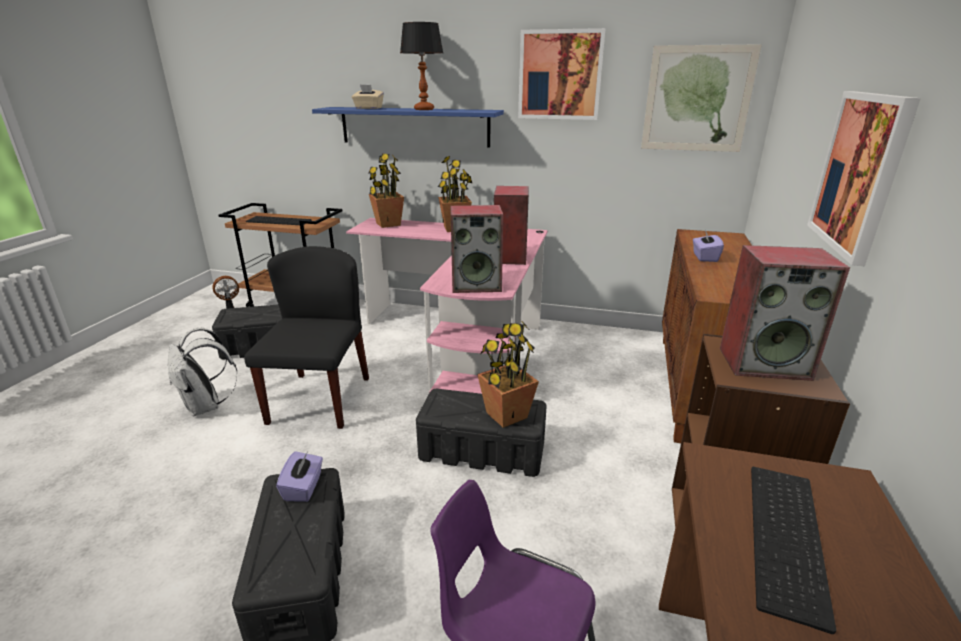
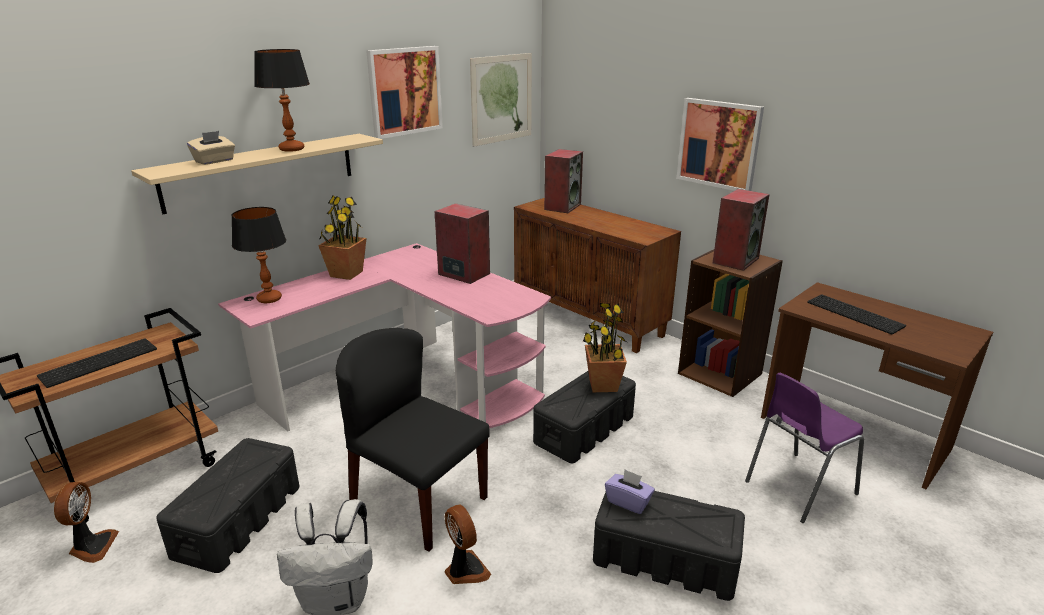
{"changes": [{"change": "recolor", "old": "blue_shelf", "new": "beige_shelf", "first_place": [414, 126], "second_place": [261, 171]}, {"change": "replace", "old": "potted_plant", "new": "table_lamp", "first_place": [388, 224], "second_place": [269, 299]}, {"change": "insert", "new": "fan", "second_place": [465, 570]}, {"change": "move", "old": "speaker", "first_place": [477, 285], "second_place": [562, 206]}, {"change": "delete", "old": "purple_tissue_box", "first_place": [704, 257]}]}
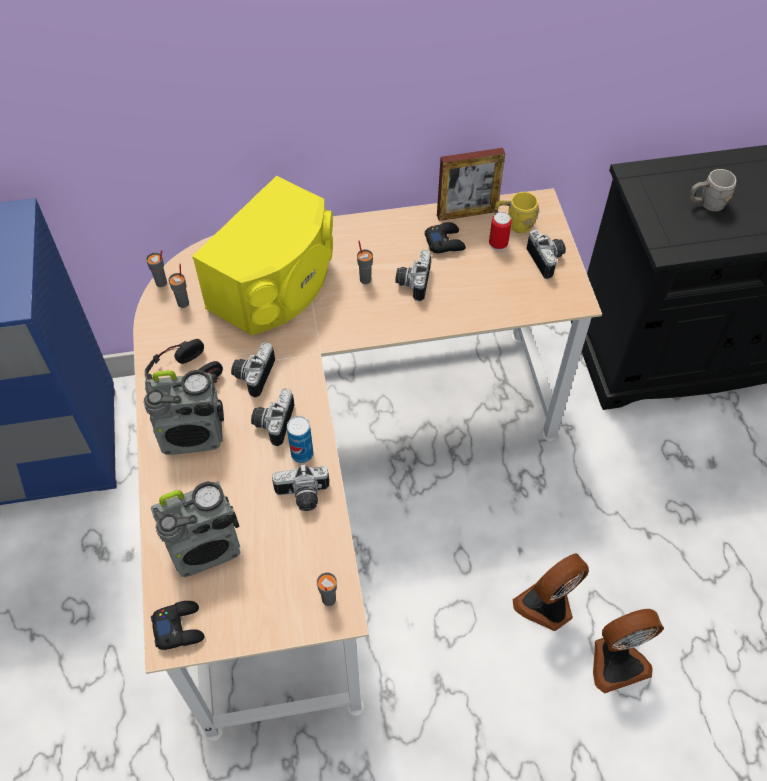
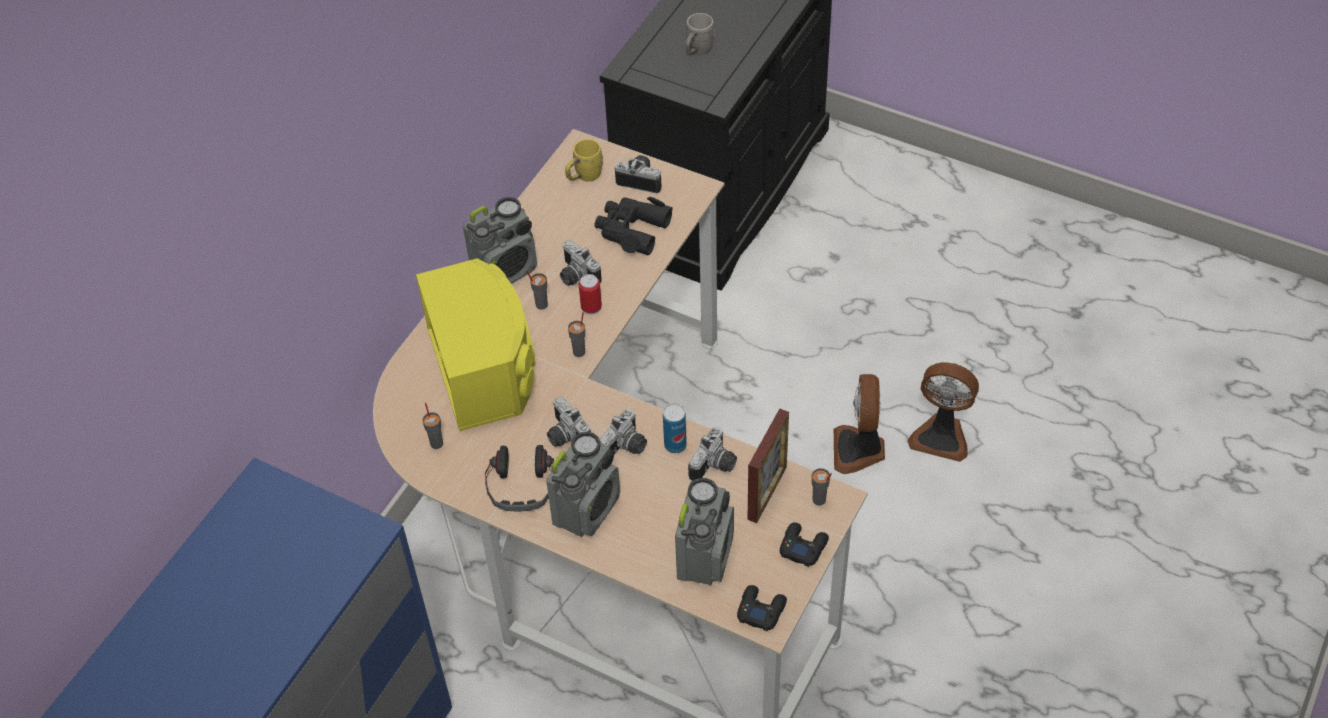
{"changes": [{"change": "insert", "new": "radio", "second_place": [506, 270]}, {"change": "move", "old": "grey_cup", "first_place": [161, 283], "second_place": [579, 352]}, {"change": "move", "old": "can", "first_place": [498, 244], "second_place": [591, 307]}, {"change": "insert", "new": "black_binoculars", "second_place": [631, 230]}, {"change": "rotate", "old": "photo_camera", "first_place": [272, 422], "second_place": [626, 448], "degrees": -105}, {"change": "move", "old": "picture_frame", "first_place": [467, 213], "second_place": [767, 493]}, {"change": "move", "old": "black_game_controller", "first_place": [445, 242], "second_place": [803, 546]}, {"change": "rotate", "old": "fan", "first_place": [616, 660], "second_place": [941, 436], "degrees": 90}]}
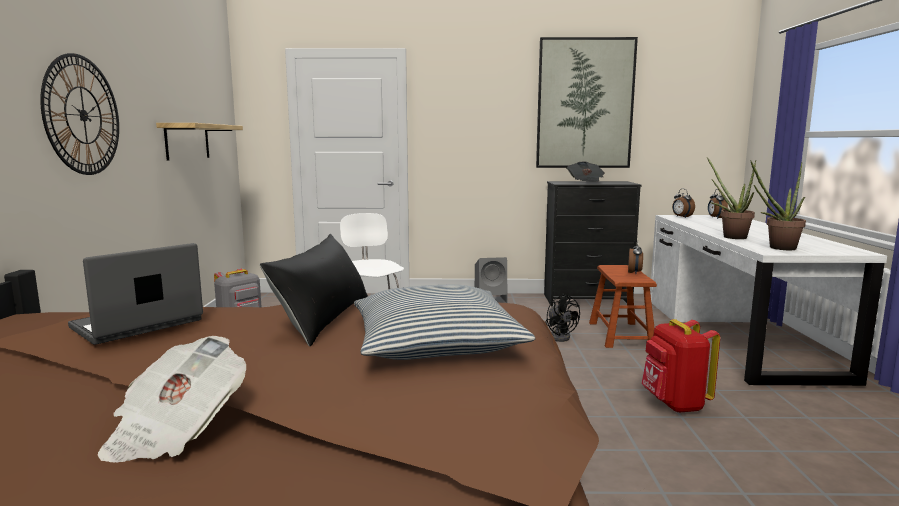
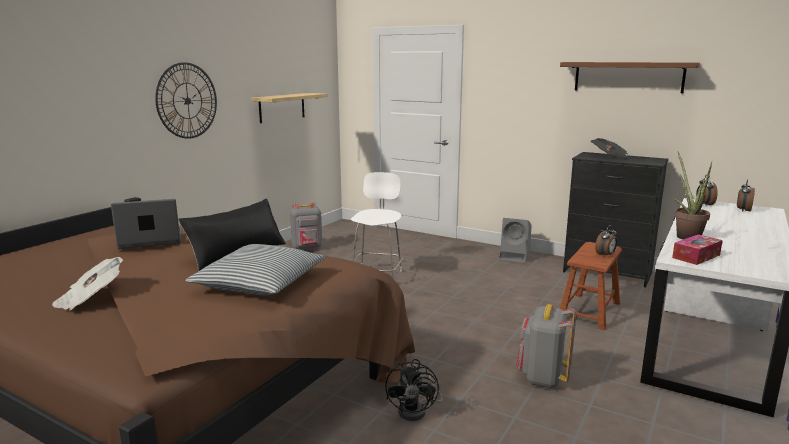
{"changes": [{"change": "move", "old": "black_fan", "first_place": [560, 336], "second_place": [417, 410]}, {"change": "recolor", "old": "red_backpack", "new": "grey_backpack", "first_place": [674, 404], "second_place": [543, 378]}, {"change": "replace", "old": "picture", "new": "brown_shelf", "first_place": [585, 104], "second_place": [628, 77]}, {"change": "replace", "old": "potted_plant", "new": "tissue_box", "first_place": [777, 248], "second_place": [696, 256]}]}
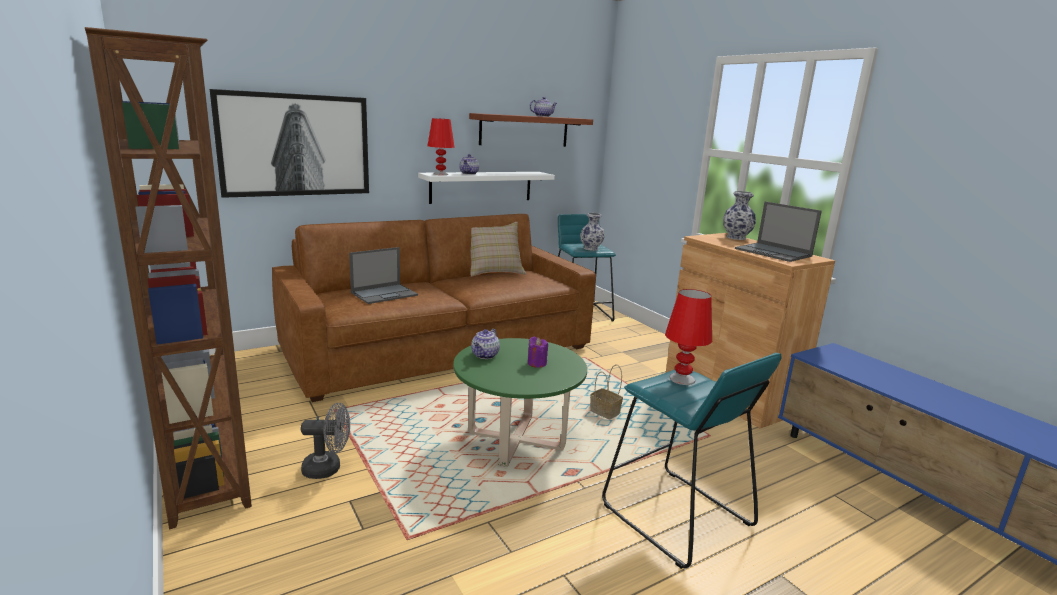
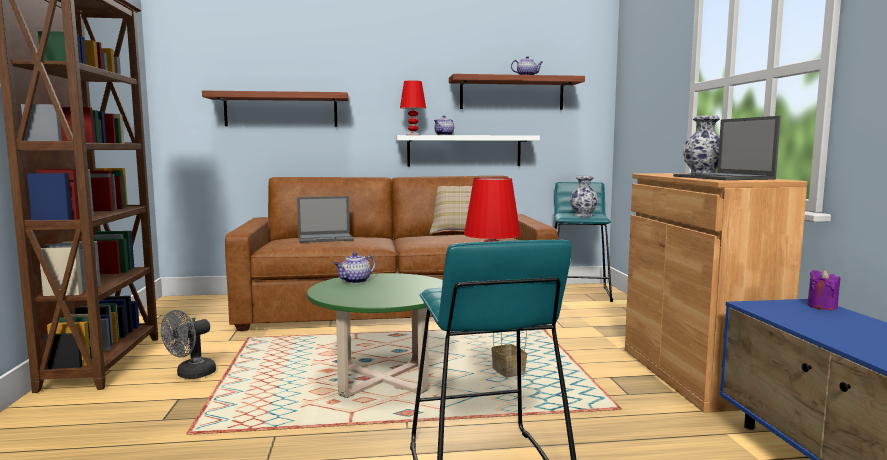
{"changes": [{"change": "rotate", "old": "grey_fan", "first_place": [328, 468], "second_place": [191, 375], "degrees": 105}, {"change": "replace", "old": "picture", "new": "shelf", "first_place": [295, 145], "second_place": [281, 110]}, {"change": "move", "old": "purple_candle", "first_place": [537, 363], "second_place": [822, 306]}]}
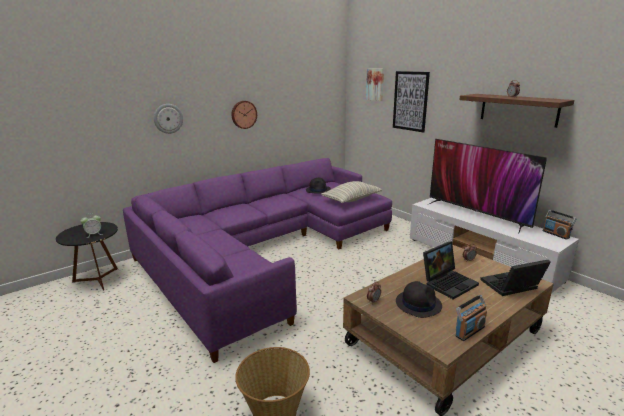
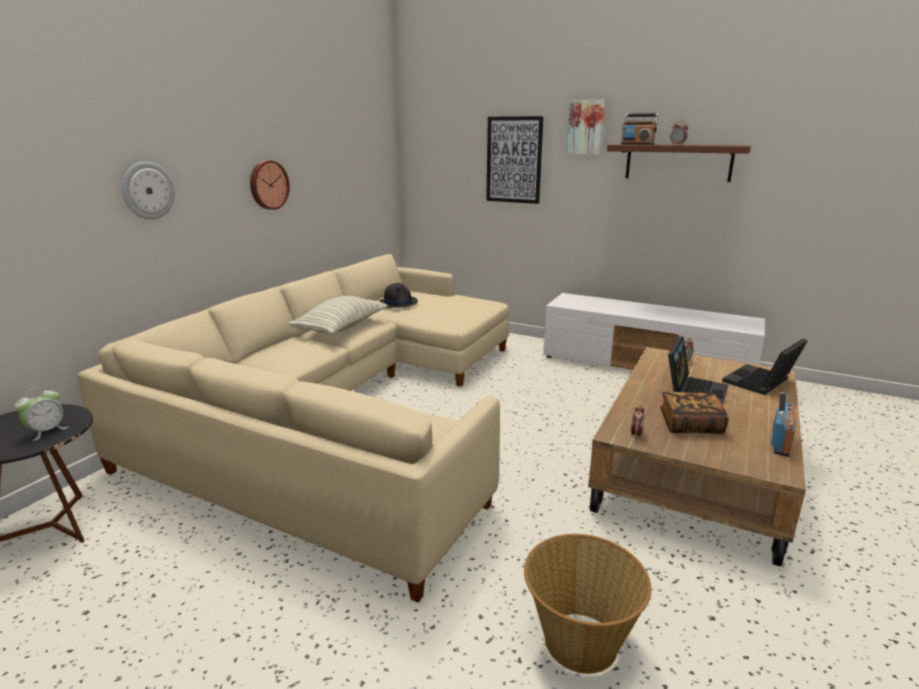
{"changes": [{"change": "recolor", "old": "purple_sofa", "new": "beige_sofa", "first_place": [264, 251], "second_place": [348, 410]}, {"change": "move", "old": "pillow", "first_place": [351, 200], "second_place": [341, 328]}, {"change": "move", "old": "picture", "first_place": [375, 84], "second_place": [586, 127]}, {"change": "move", "old": "radio", "first_place": [556, 234], "second_place": [637, 144]}, {"change": "replace", "old": "black_hat", "new": "book", "first_place": [418, 303], "second_place": [690, 425]}, {"change": "delete", "old": "television", "first_place": [476, 214]}]}
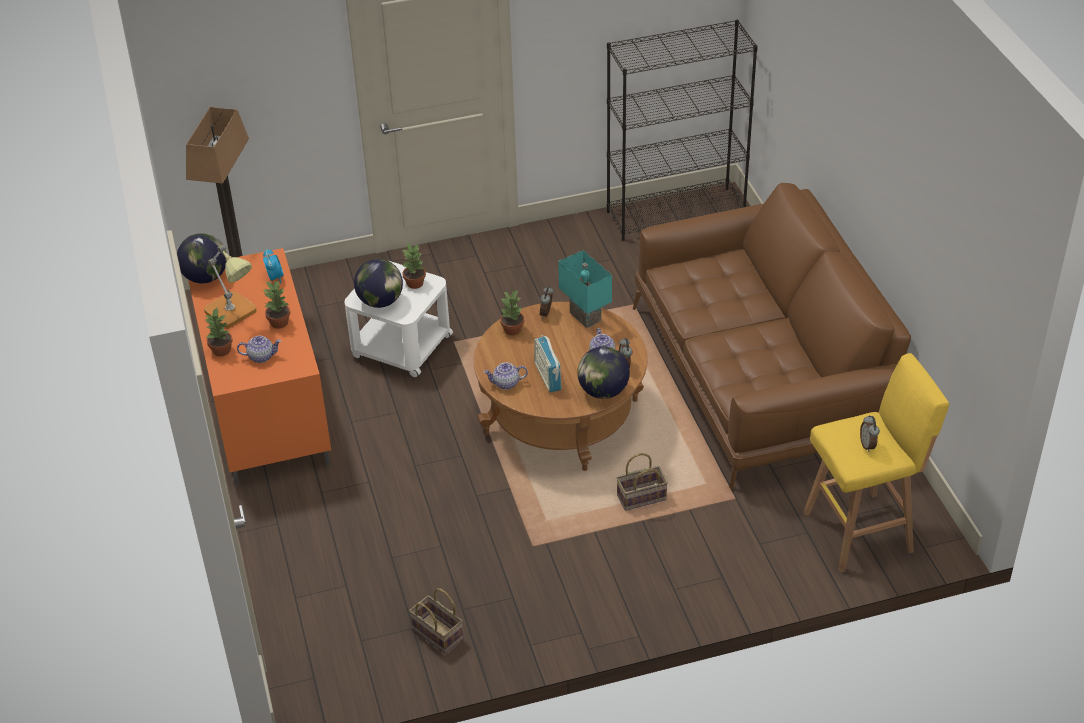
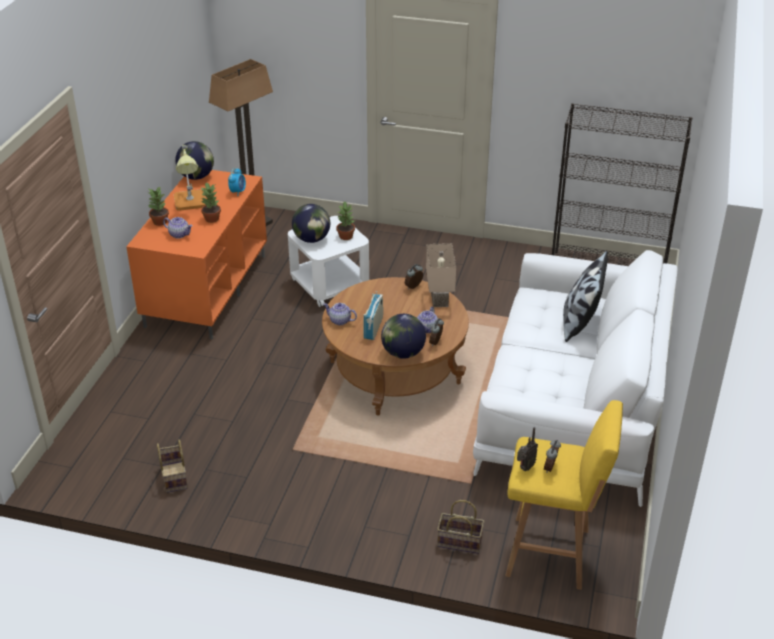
{"changes": [{"change": "recolor", "old": "turquoise_table_lamp", "new": "beige_table_lamp", "first_place": [583, 317], "second_place": [438, 299]}, {"change": "move", "old": "basket", "first_place": [640, 499], "second_place": [458, 542]}, {"change": "recolor", "old": "brown_sofa", "new": "white_sofa", "first_place": [762, 377], "second_place": [572, 407]}, {"change": "insert", "new": "radio", "second_place": [525, 468]}, {"change": "insert", "new": "pillow", "second_place": [580, 322]}, {"change": "delete", "old": "potted_plant", "first_place": [513, 330]}]}
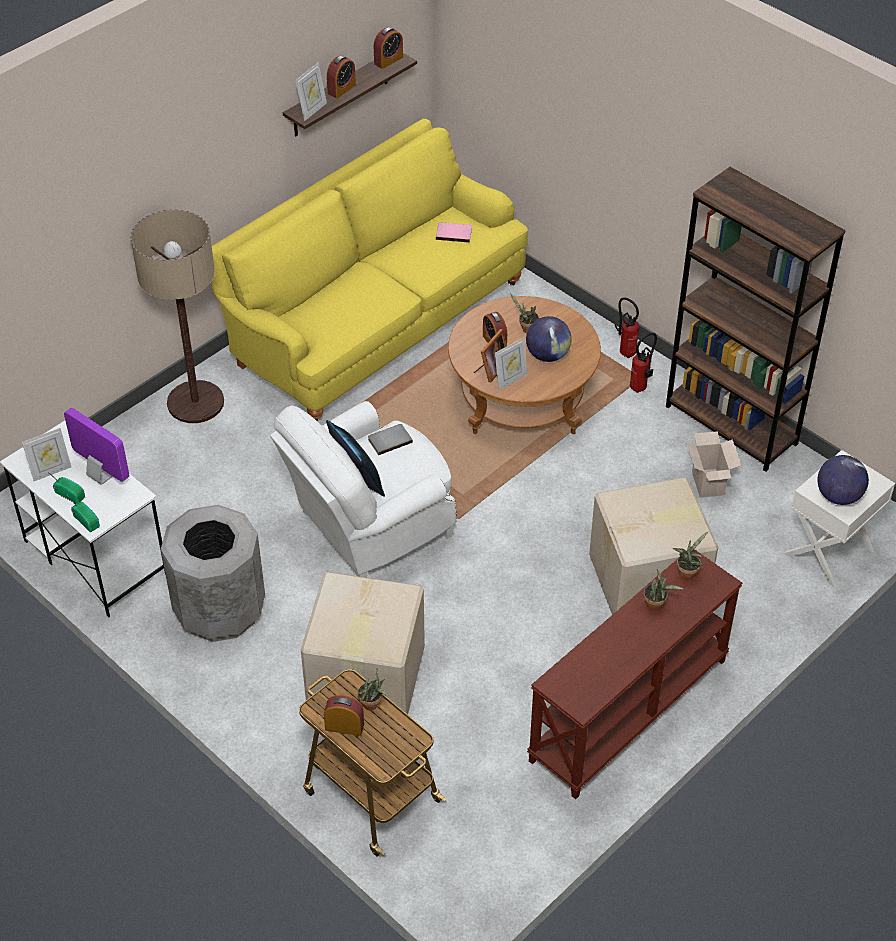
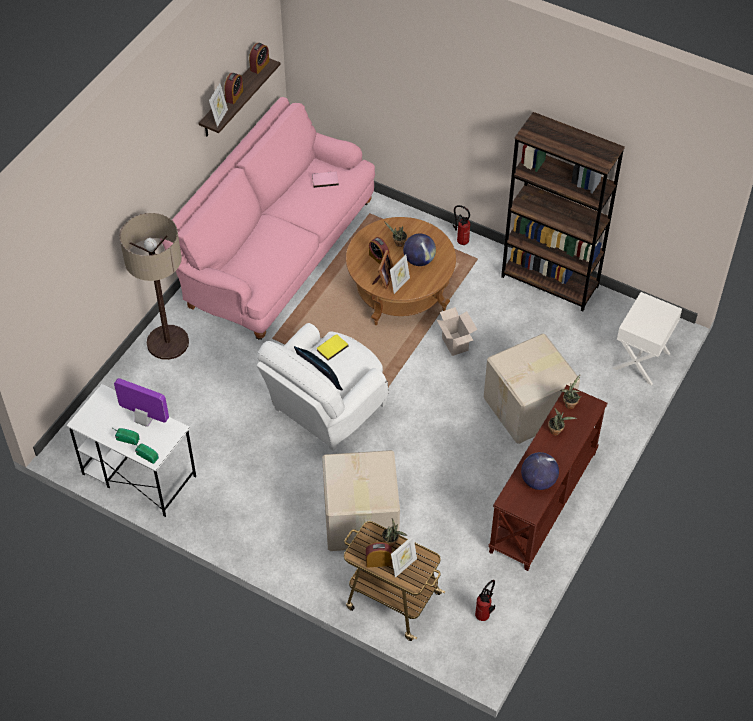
{"changes": [{"change": "recolor", "old": "yellow_sofa", "new": "pink_sofa", "first_place": [374, 322], "second_place": [276, 253]}, {"change": "recolor", "old": "grey_book", "new": "yellow_book", "first_place": [389, 440], "second_place": [331, 347]}, {"change": "move", "old": "picture_frame", "first_place": [51, 471], "second_place": [403, 566]}, {"change": "move", "old": "cardboard_box", "first_place": [709, 484], "second_place": [456, 344]}, {"change": "move", "old": "fire_extinguisher", "first_place": [641, 388], "second_place": [484, 615]}, {"change": "move", "old": "globe", "first_place": [838, 496], "second_place": [538, 481]}, {"change": "delete", "old": "grey_trash_can", "first_place": [219, 610]}]}
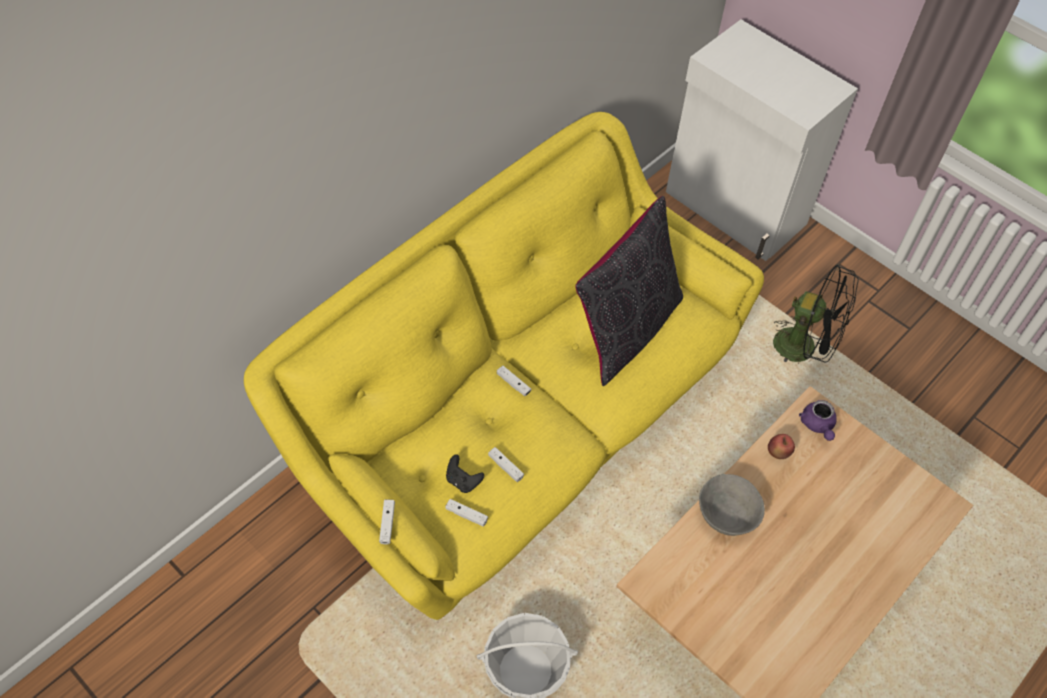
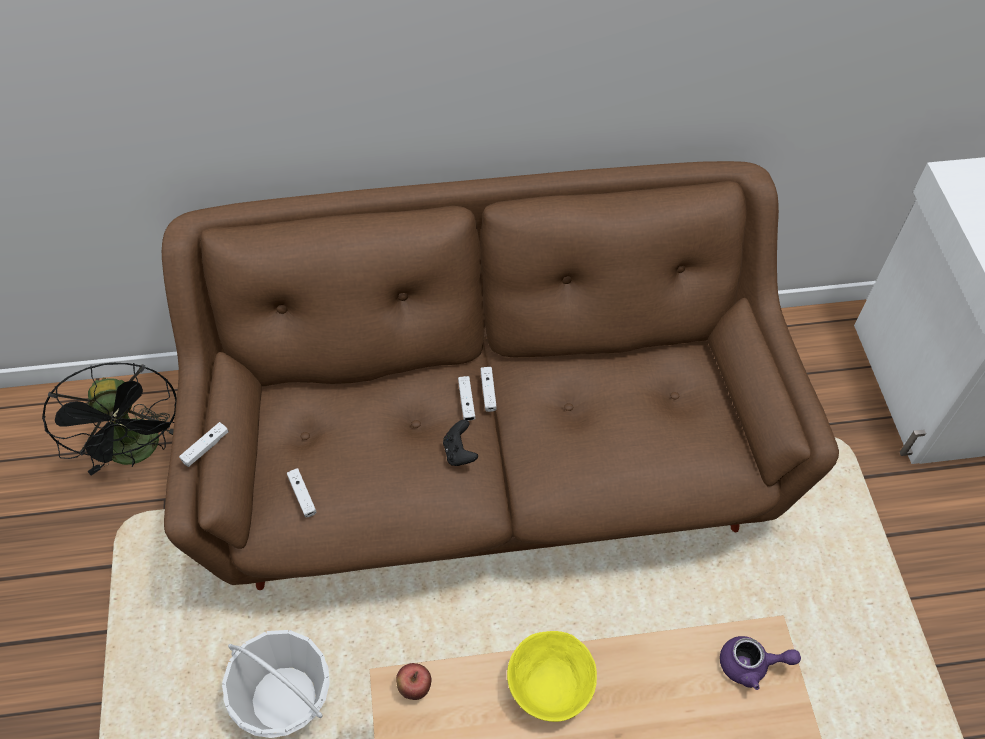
{"changes": [{"change": "move", "old": "black_fan", "first_place": [804, 348], "second_place": [137, 452]}, {"change": "recolor", "old": "yellow_sofa", "new": "brown_sofa", "first_place": [519, 424], "second_place": [491, 460]}, {"change": "move", "old": "apple", "first_place": [778, 453], "second_place": [414, 687]}, {"change": "move", "old": "black_game_controller", "first_place": [463, 481], "second_place": [459, 452]}, {"change": "move", "old": "white_game_controller", "first_place": [505, 467], "second_place": [488, 392]}, {"change": "recolor", "old": "grey_bowl", "new": "yellow_bowl", "first_place": [727, 516], "second_place": [550, 687]}, {"change": "rotate", "old": "purple_teapot", "first_place": [817, 425], "second_place": [751, 665], "degrees": -120}, {"change": "delete", "old": "black_pillow", "first_place": [626, 329]}]}
